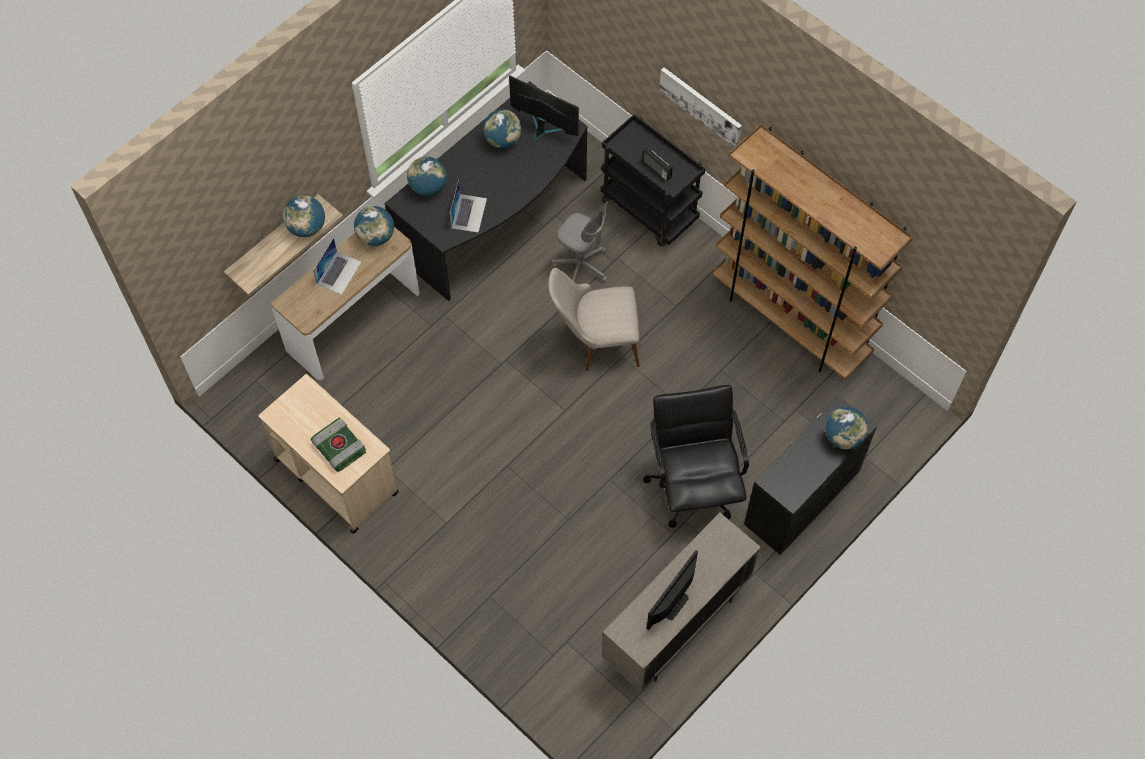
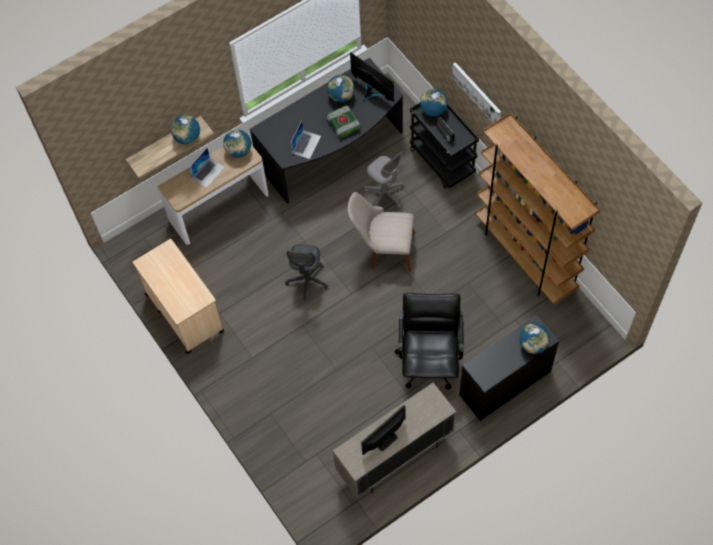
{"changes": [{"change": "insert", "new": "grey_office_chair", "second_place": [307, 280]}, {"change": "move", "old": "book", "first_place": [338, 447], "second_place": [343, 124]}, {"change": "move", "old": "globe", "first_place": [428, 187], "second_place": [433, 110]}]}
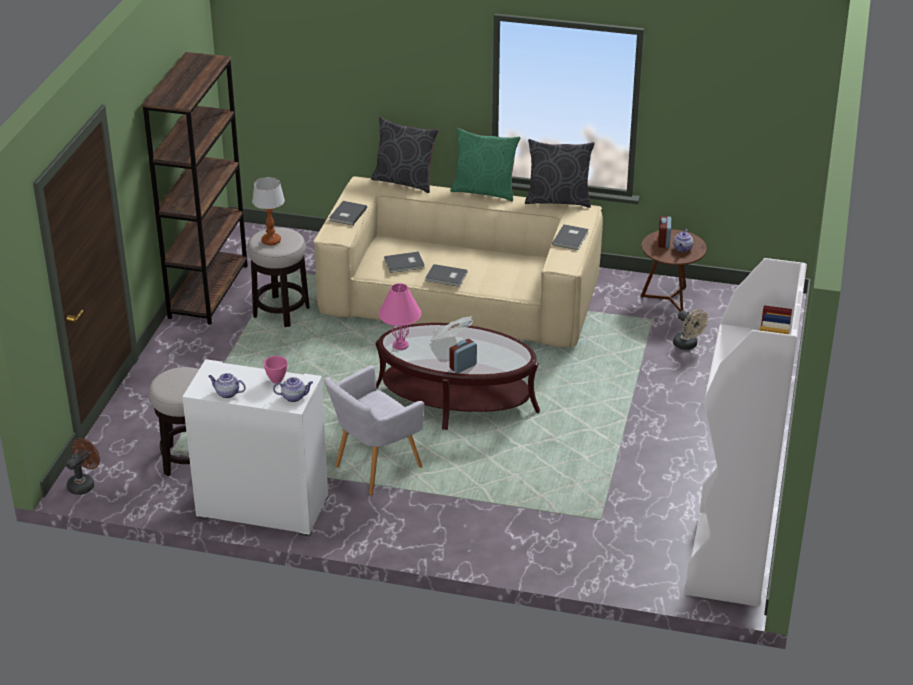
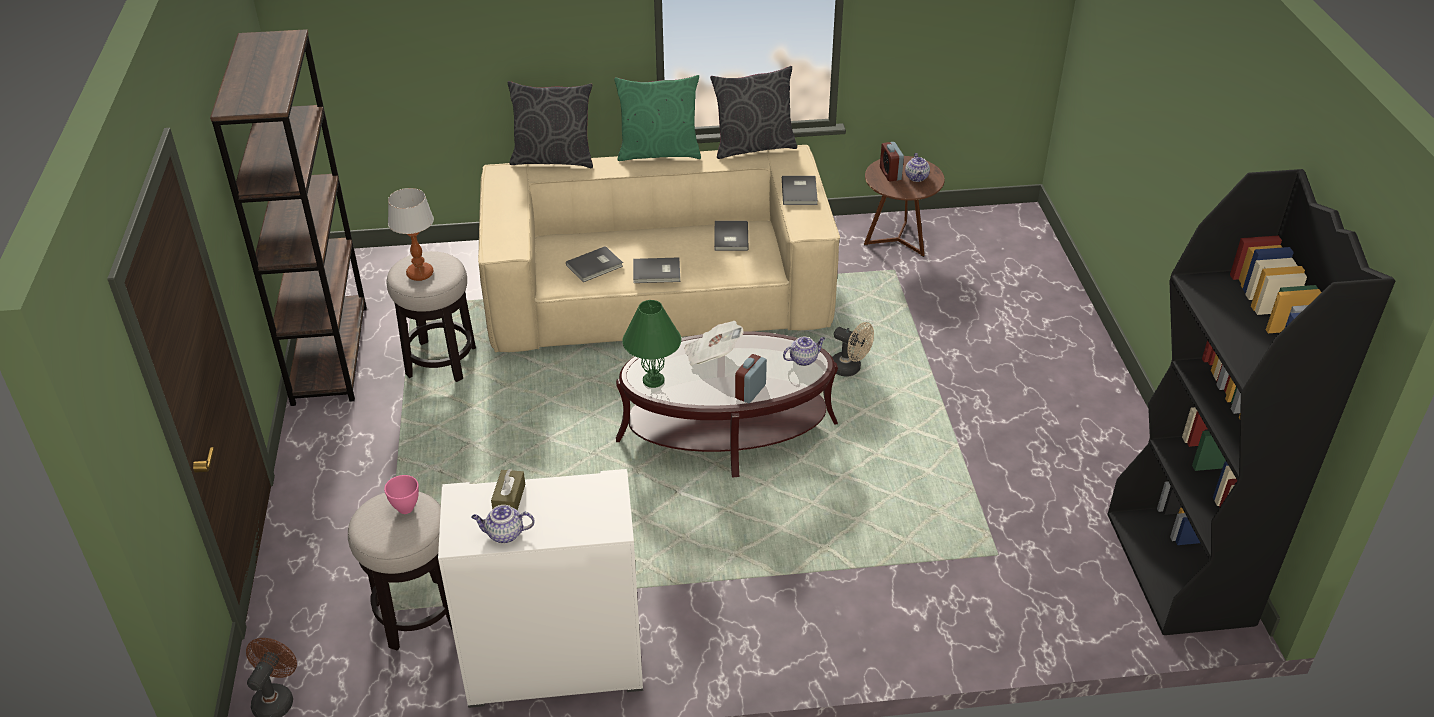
{"changes": [{"change": "move", "old": "pink_bowl", "first_place": [276, 380], "second_place": [406, 508]}, {"change": "insert", "new": "brown_tissue_box", "second_place": [509, 499]}, {"change": "recolor", "old": "pink_table_lamp", "new": "green_table_lamp", "first_place": [400, 345], "second_place": [653, 380]}, {"change": "move", "old": "grey_book", "first_place": [347, 214], "second_place": [729, 238]}, {"change": "move", "old": "teapot", "first_place": [294, 397], "second_place": [804, 359]}, {"change": "move", "old": "beige_fan", "first_place": [688, 345], "second_place": [850, 369]}, {"change": "recolor", "old": "white_bookcase", "new": "black_bookcase", "first_place": [729, 560], "second_place": [1180, 570]}, {"change": "delete", "old": "grey_armchair", "first_place": [374, 468]}]}
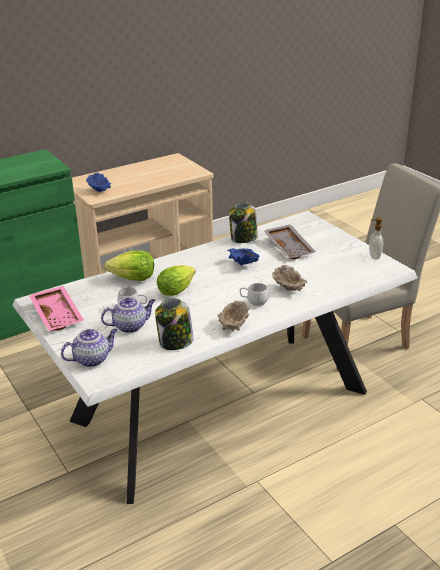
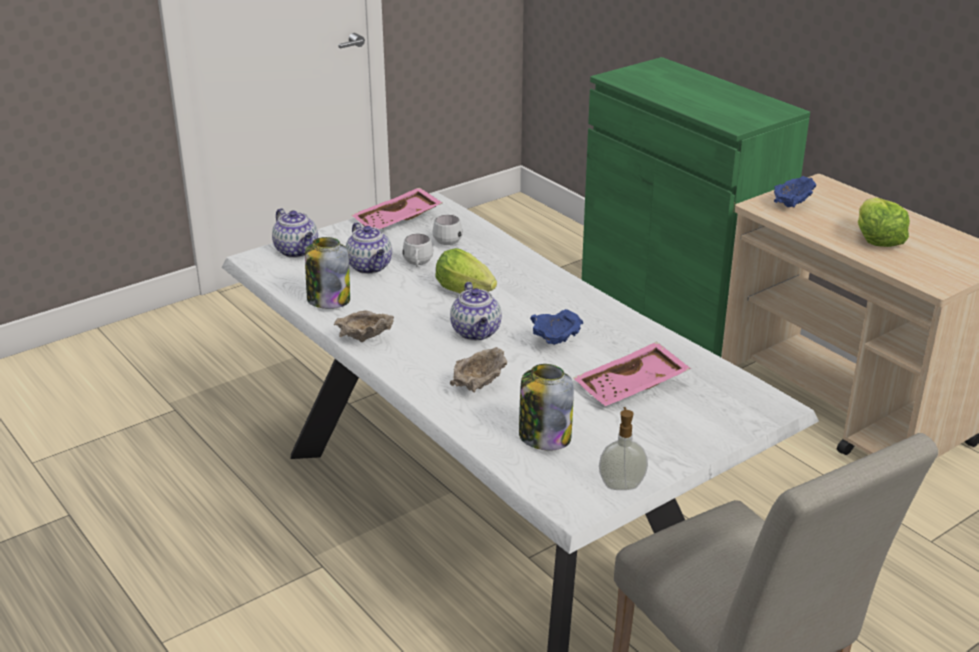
{"changes": [{"change": "move", "old": "white_mug", "first_place": [253, 302], "second_place": [449, 240]}, {"change": "insert", "new": "teapot", "second_place": [476, 333]}, {"change": "move", "old": "jar", "first_place": [243, 238], "second_place": [544, 437]}, {"change": "recolor", "old": "grey_tray", "new": "pink_tray", "first_place": [289, 248], "second_place": [632, 387]}, {"change": "move", "old": "lettuce", "first_place": [133, 278], "second_place": [877, 239]}]}
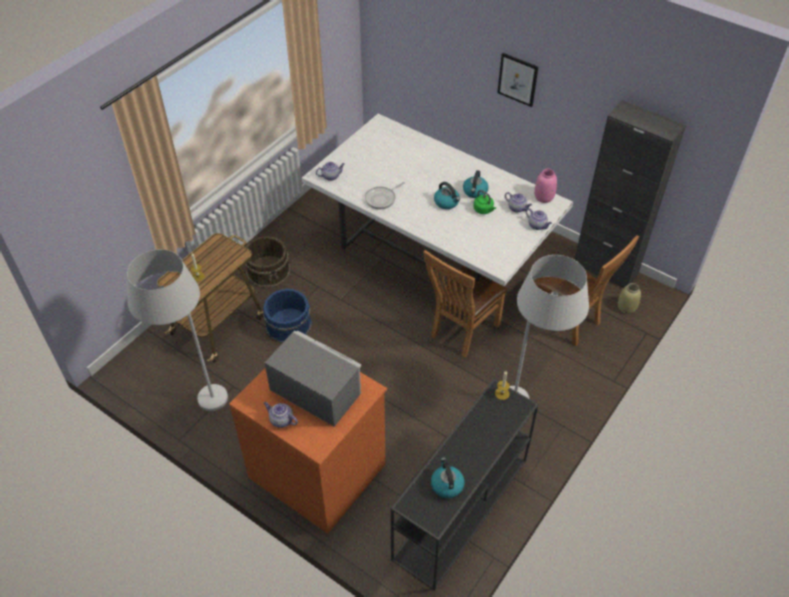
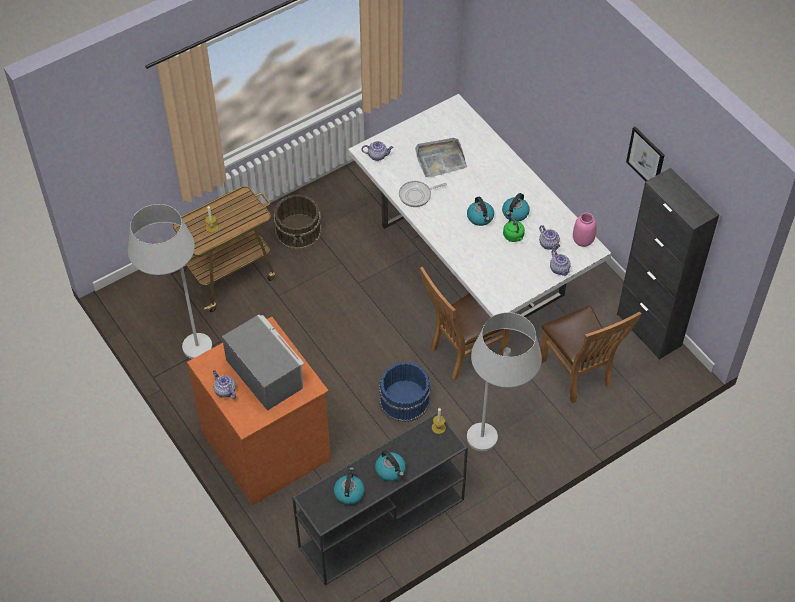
{"changes": [{"change": "insert", "new": "kettle", "second_place": [391, 470]}, {"change": "move", "old": "blue_bucket", "first_place": [288, 325], "second_place": [404, 399]}, {"change": "insert", "new": "grey_tray", "second_place": [440, 159]}, {"change": "move", "old": "picture", "first_place": [517, 79], "second_place": [645, 158]}, {"change": "delete", "old": "beige_vase", "first_place": [626, 308]}]}
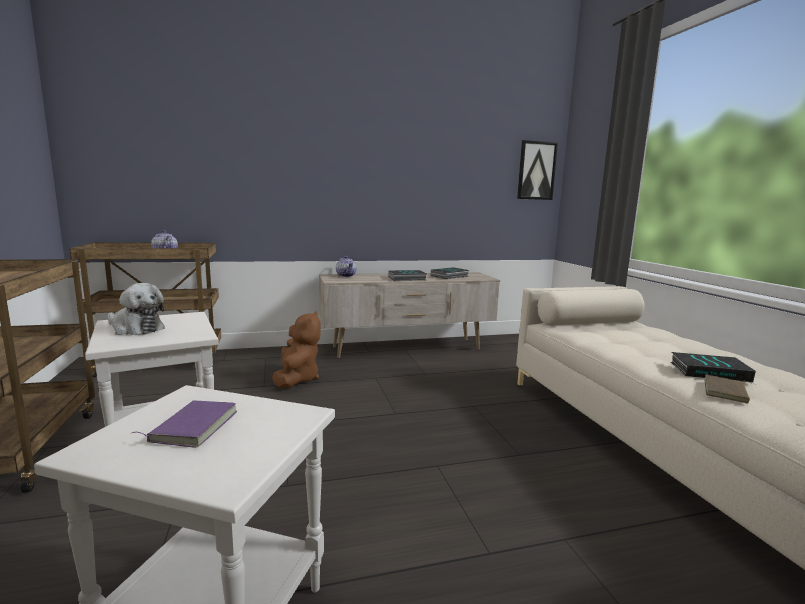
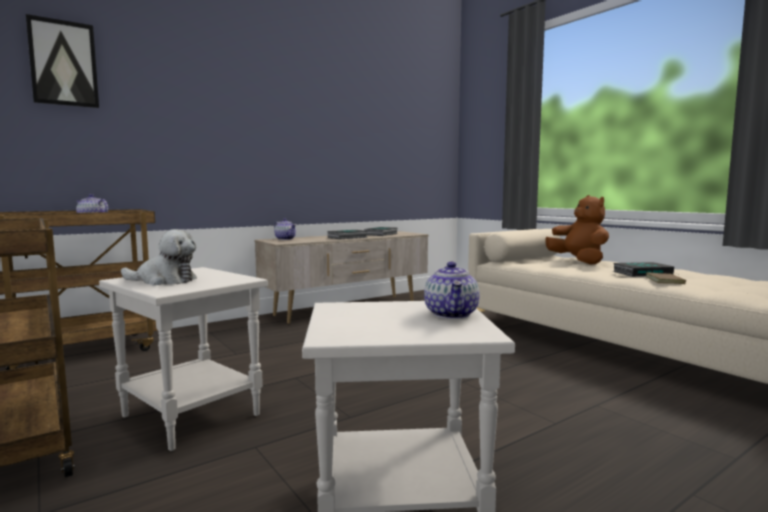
{"changes": [{"change": "move", "old": "picture", "first_place": [536, 170], "second_place": [63, 63]}, {"change": "insert", "new": "teapot", "second_place": [452, 314]}, {"change": "move", "old": "brown_plush_toy", "first_place": [297, 379], "second_place": [579, 261]}, {"change": "delete", "old": "purple_book", "first_place": [192, 426]}]}
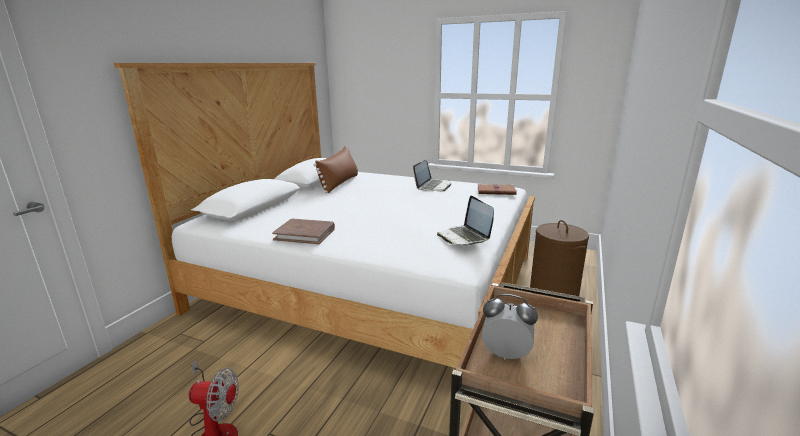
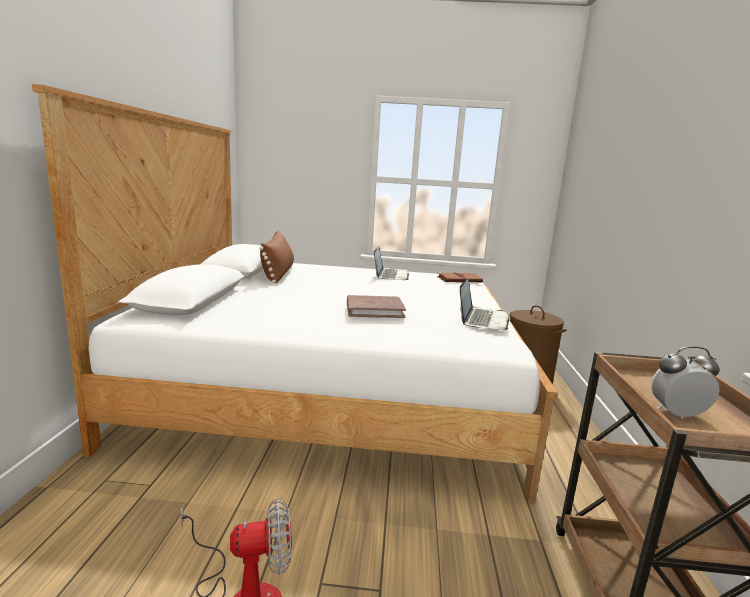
{"changes": [{"change": "move", "old": "brown_book", "first_place": [305, 234], "second_place": [374, 310]}, {"change": "rotate", "old": "laptop", "first_place": [464, 237], "second_place": [482, 320], "degrees": -120}]}
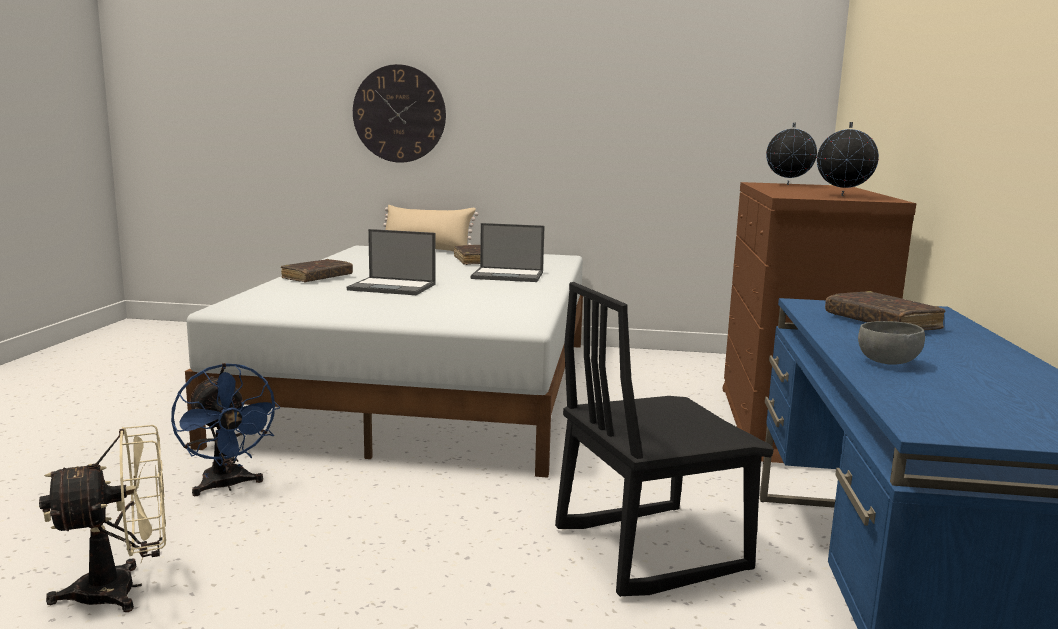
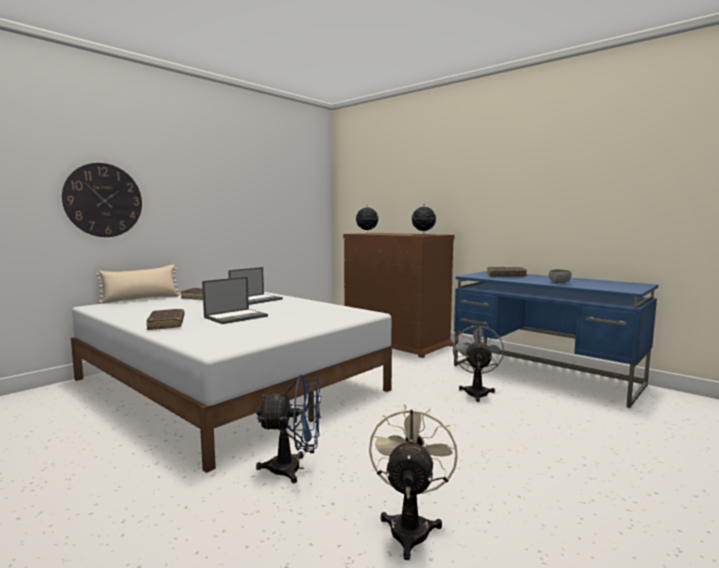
{"changes": [{"change": "replace", "old": "black_chair", "new": "grey_fan", "first_place": [649, 548], "second_place": [476, 391]}]}
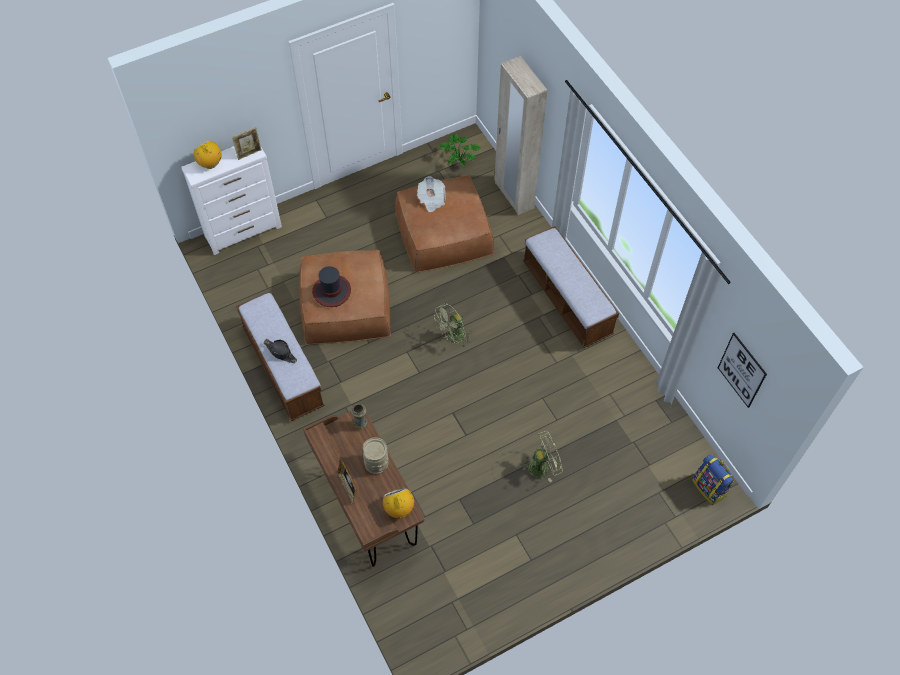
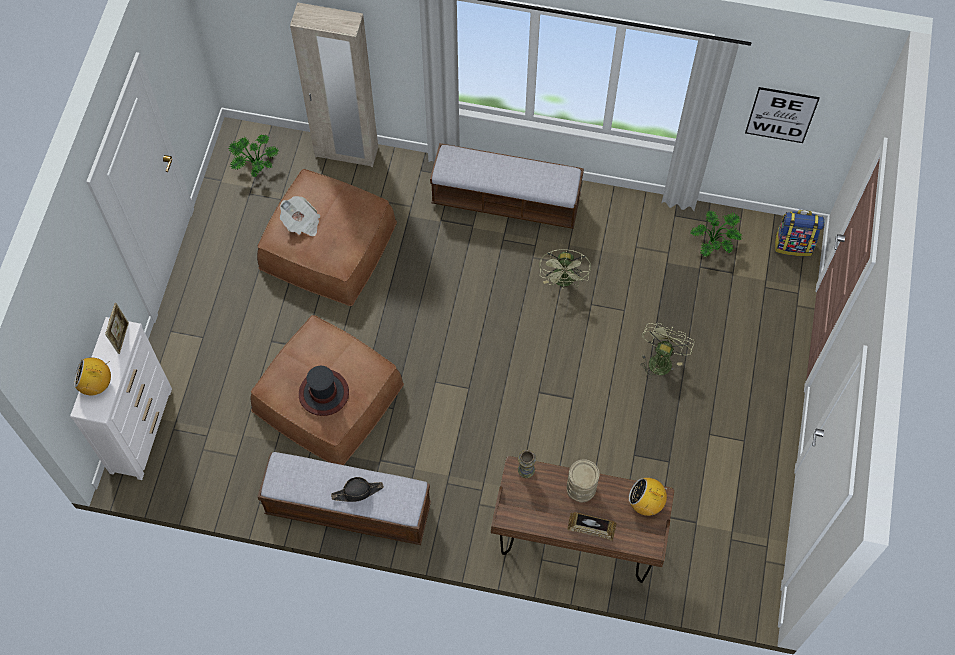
{"changes": [{"change": "move", "old": "green_fan", "first_place": [453, 338], "second_place": [564, 281]}, {"change": "insert", "new": "potted_plant", "second_place": [714, 243]}]}
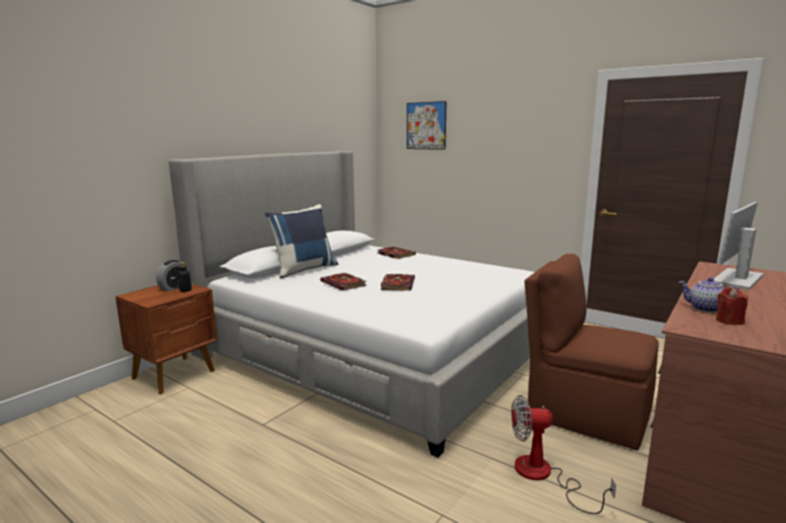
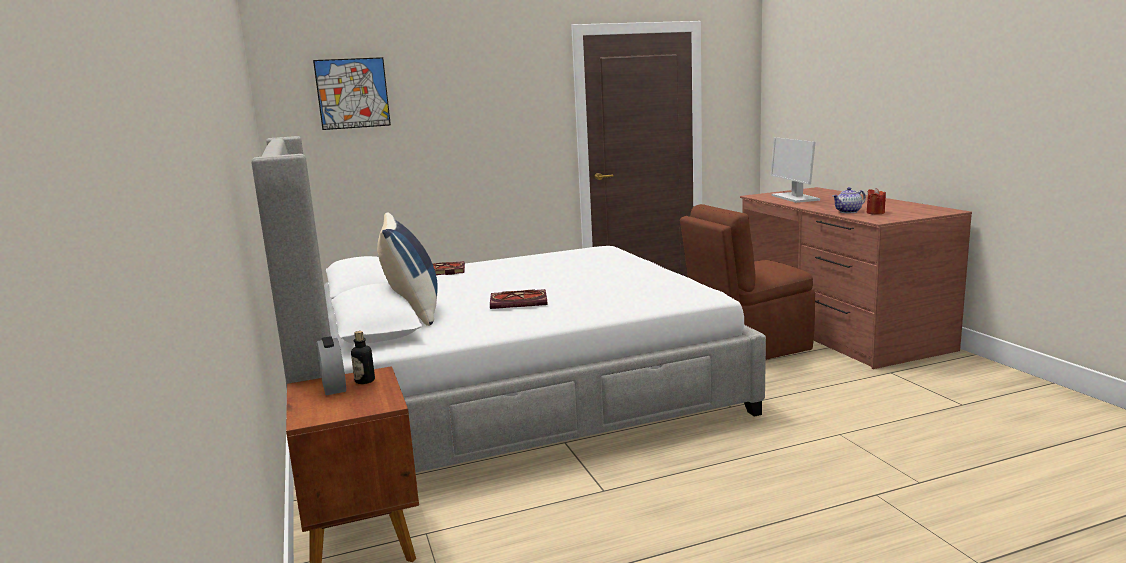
{"changes": [{"change": "delete", "old": "book", "first_place": [397, 284]}, {"change": "delete", "old": "fan", "first_place": [543, 476]}]}
